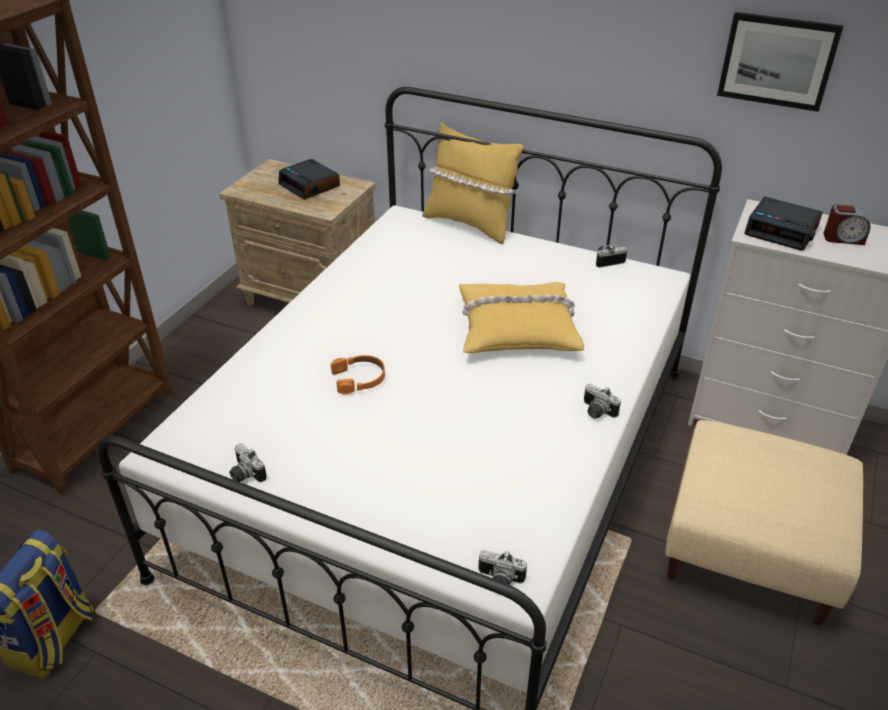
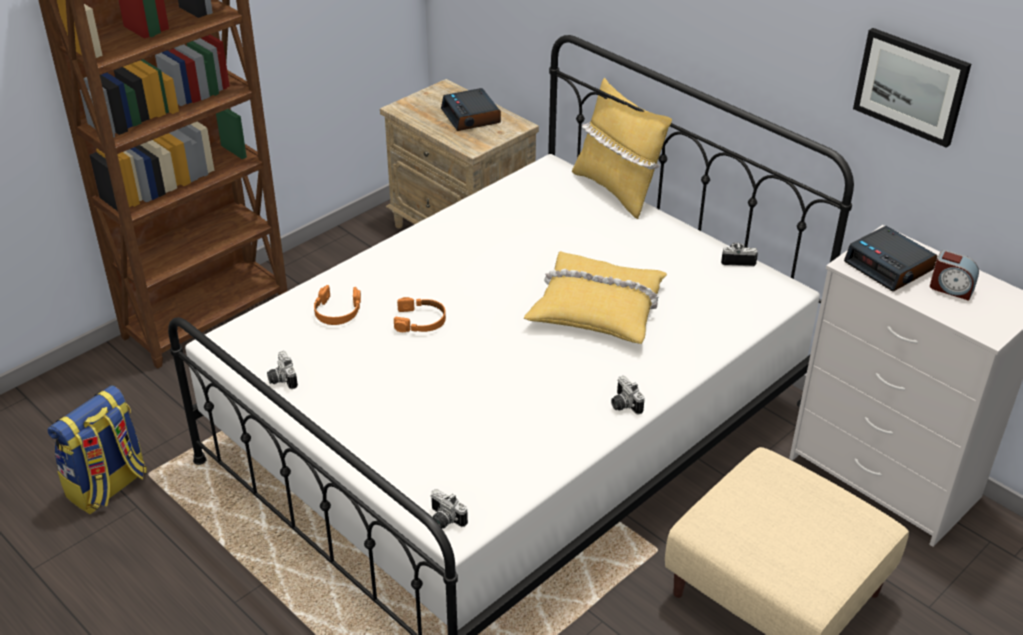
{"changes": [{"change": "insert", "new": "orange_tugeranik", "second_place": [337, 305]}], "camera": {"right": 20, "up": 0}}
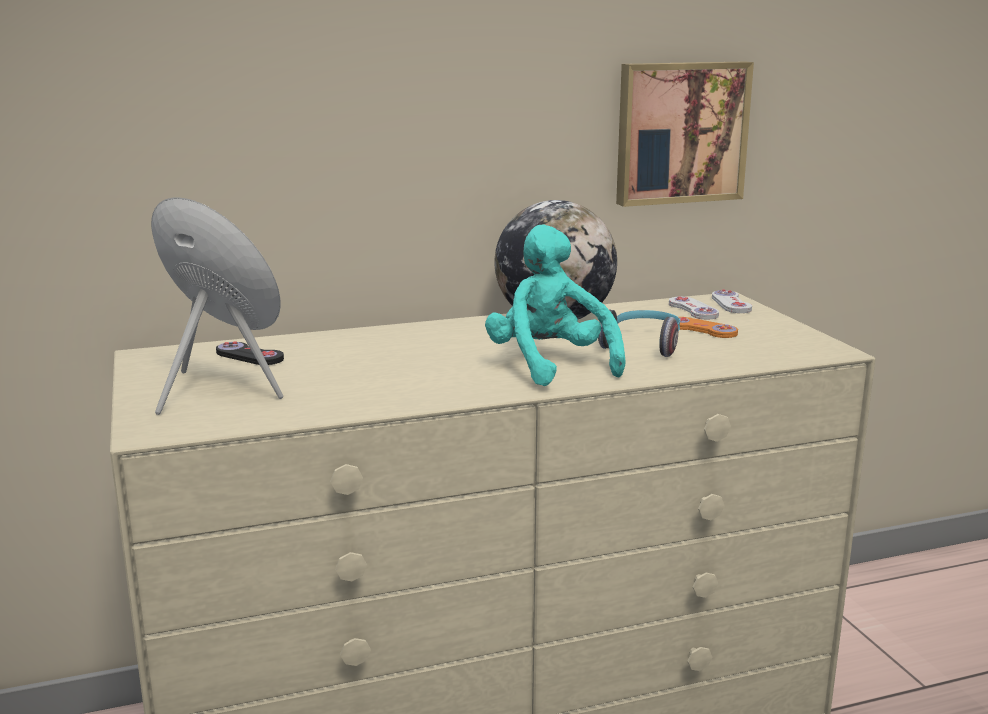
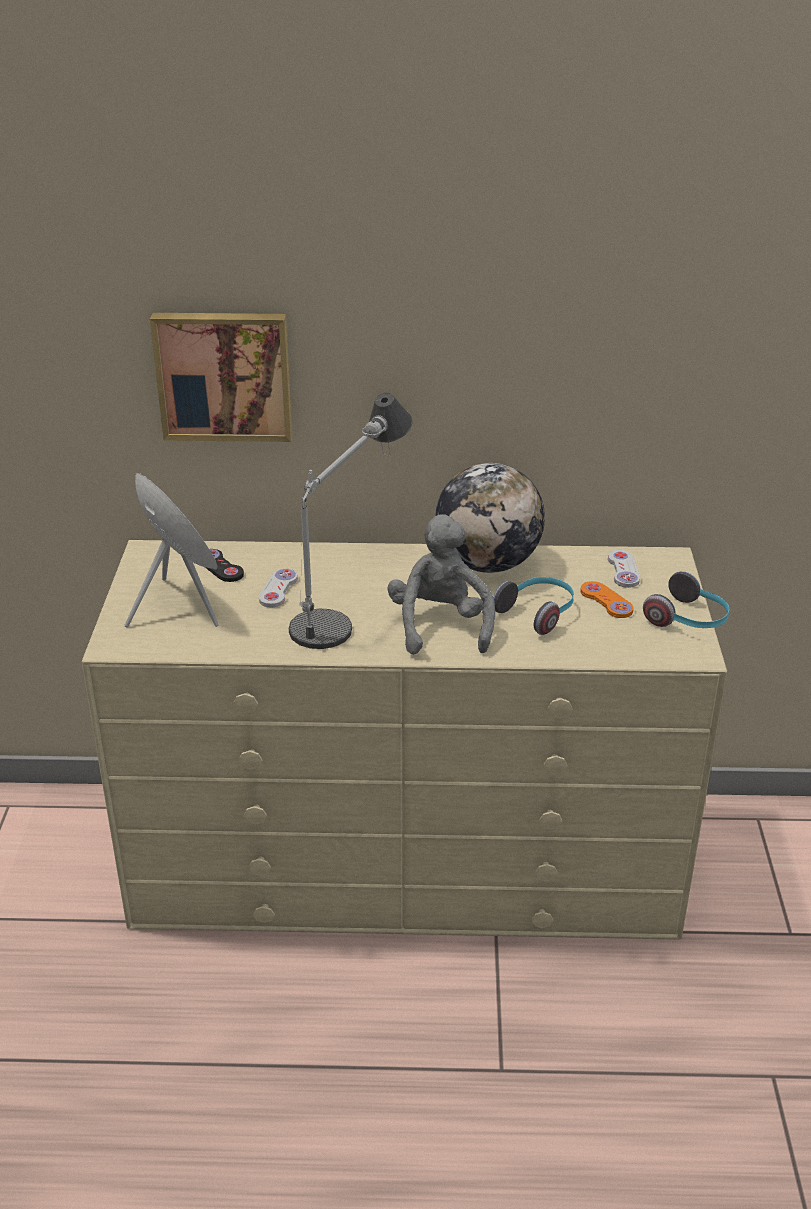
{"changes": [{"change": "move", "old": "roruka", "first_place": [685, 134], "second_place": [221, 377]}, {"change": "move", "old": "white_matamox", "first_place": [732, 301], "second_place": [278, 588]}, {"change": "insert", "new": "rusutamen", "second_place": [351, 521]}, {"change": "recolor", "old": "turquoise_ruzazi", "new": "grey_ruzazi", "first_place": [555, 305], "second_place": [441, 584]}, {"change": "insert", "new": "tugeranik", "second_place": [686, 599]}], "camera": {"right": 20, "up": 15}}
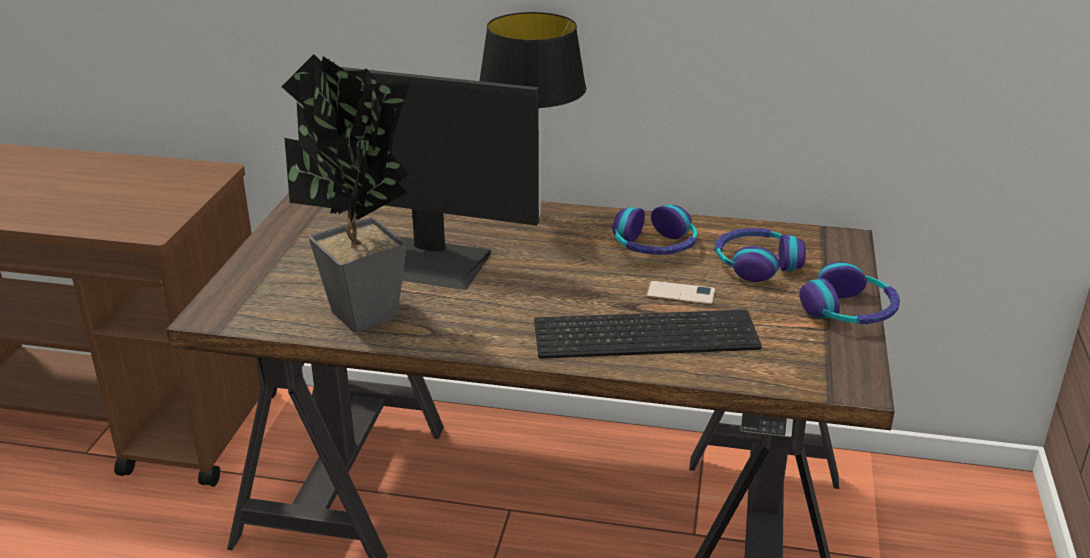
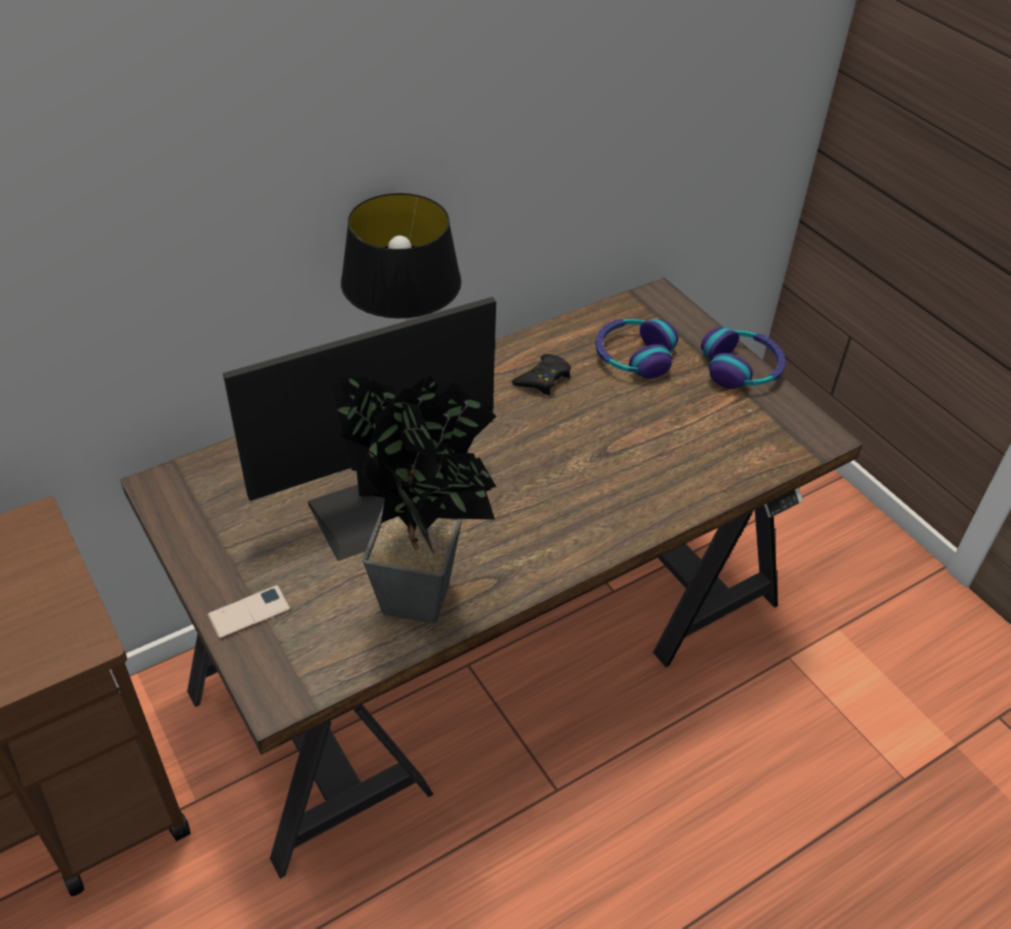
{"changes": [{"change": "move", "old": "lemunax", "first_place": [681, 293], "second_place": [249, 612]}, {"change": "replace", "old": "tugeranik", "new": "black_matamox", "first_place": [654, 230], "second_place": [541, 374]}, {"change": "delete", "old": "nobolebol", "first_place": [648, 334]}], "camera": {"right": -45, "up": 15}}
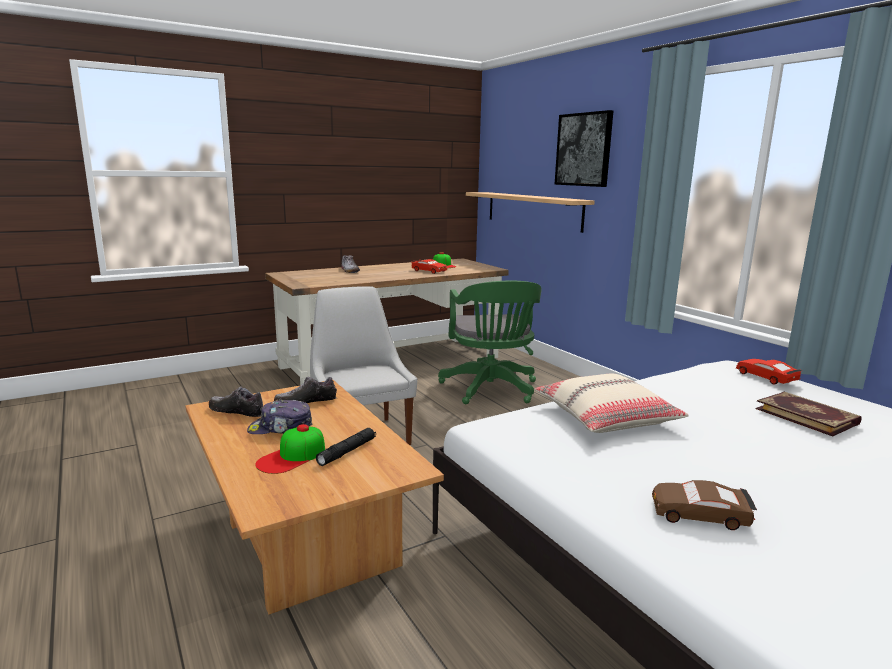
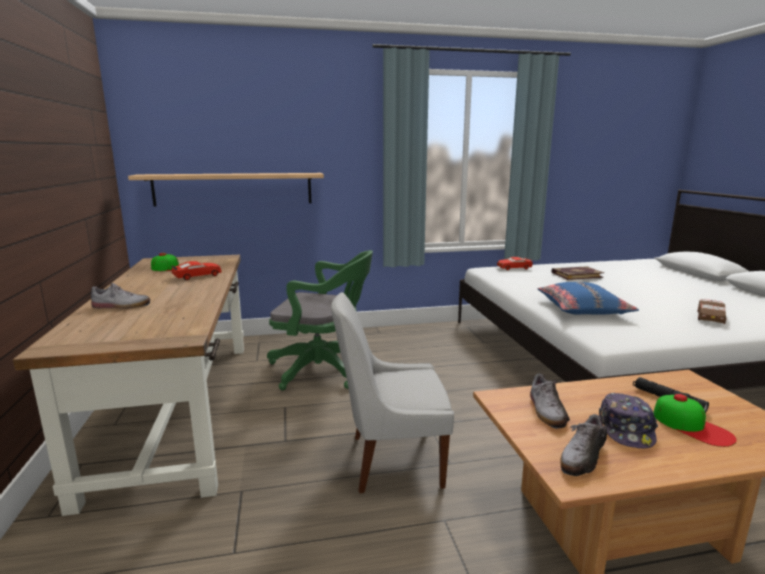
{"changes": [{"change": "recolor", "old": "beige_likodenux", "new": "blue_likodenux", "first_place": [612, 403], "second_place": [588, 298]}, {"change": "delete", "old": "roruka", "first_place": [584, 148]}], "camera": {"right": -70, "up": 0}}
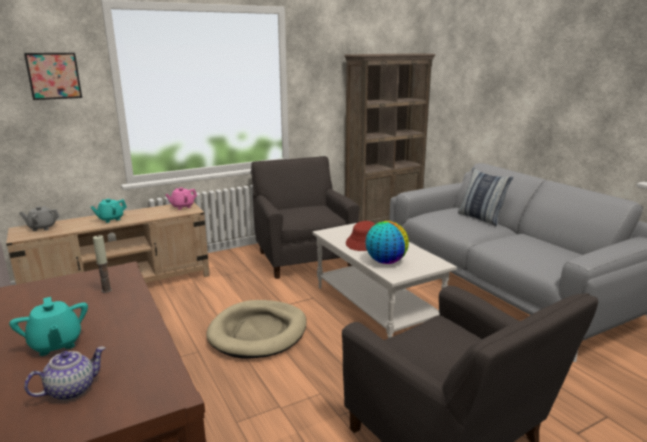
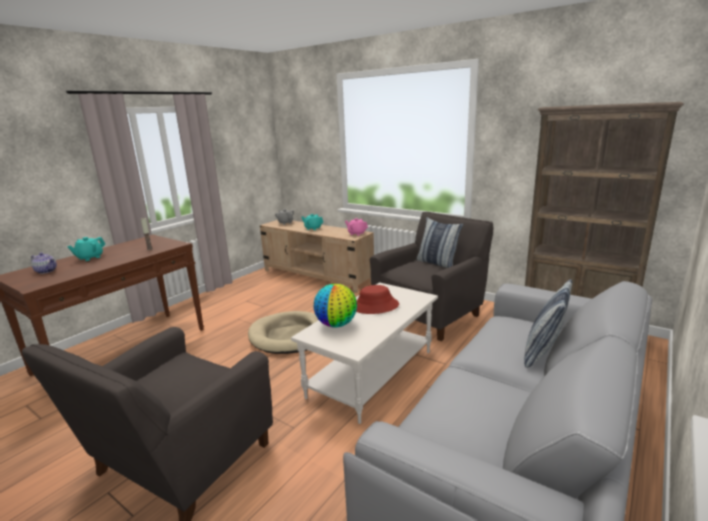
{"changes": [{"change": "insert", "new": "likodenux", "second_place": [439, 242]}, {"change": "delete", "old": "roruka", "first_place": [53, 76]}], "camera": {"right": 65, "up": 0}}
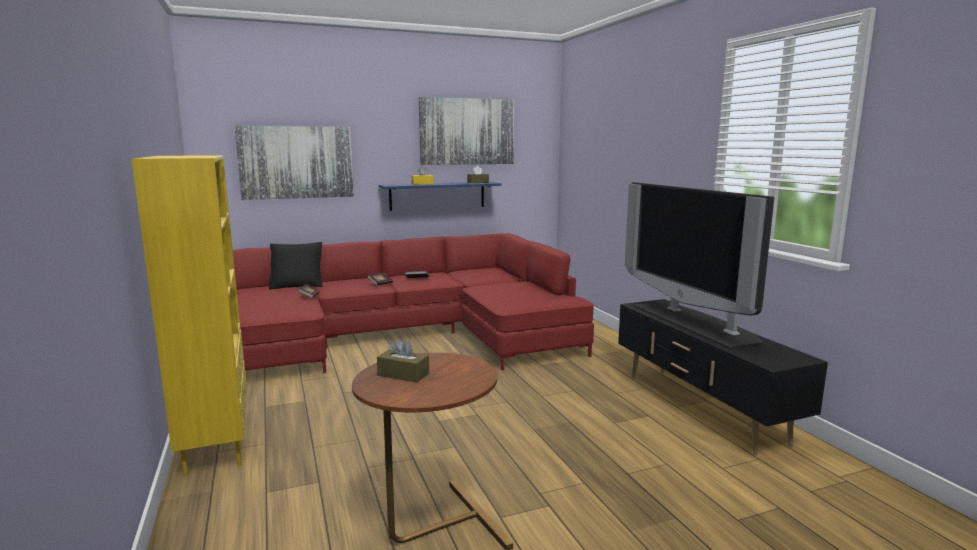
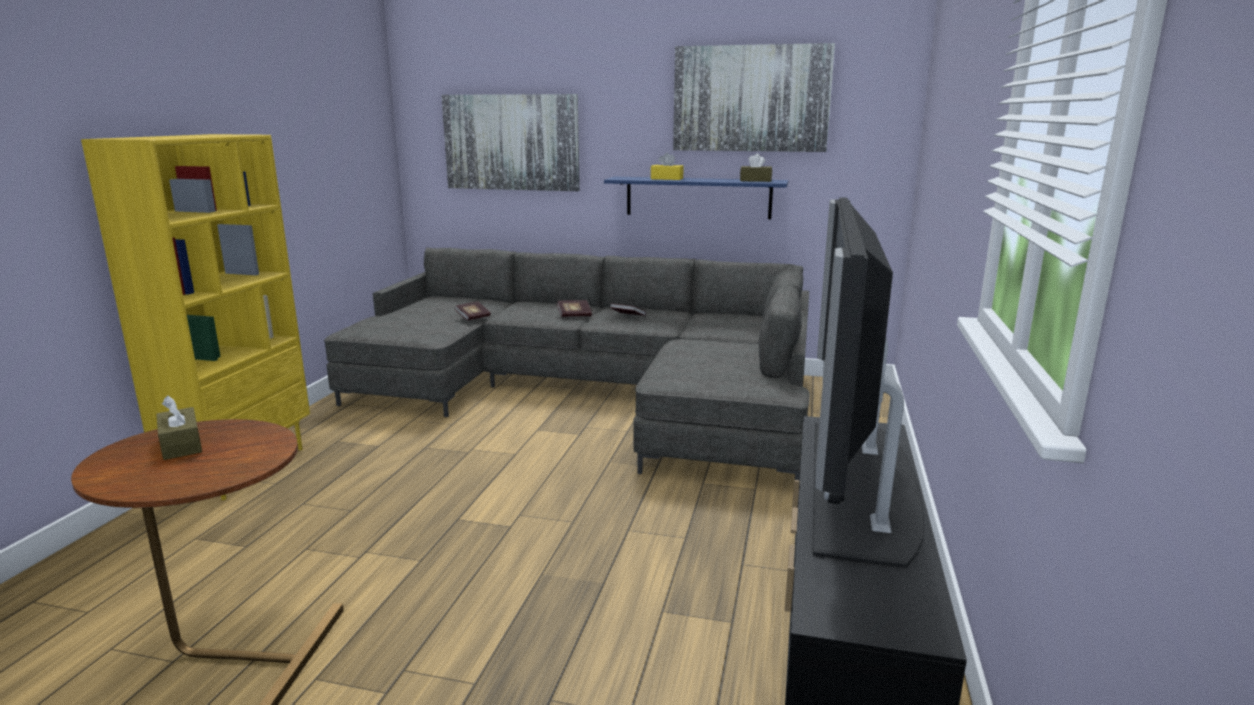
{"changes": [{"change": "recolor", "old": "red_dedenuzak", "new": "grey_dedenuzak", "first_place": [413, 303], "second_place": [567, 364]}, {"change": "delete", "old": "black_likodenux", "first_place": [296, 265]}], "camera": {"right": 35, "up": 5}}
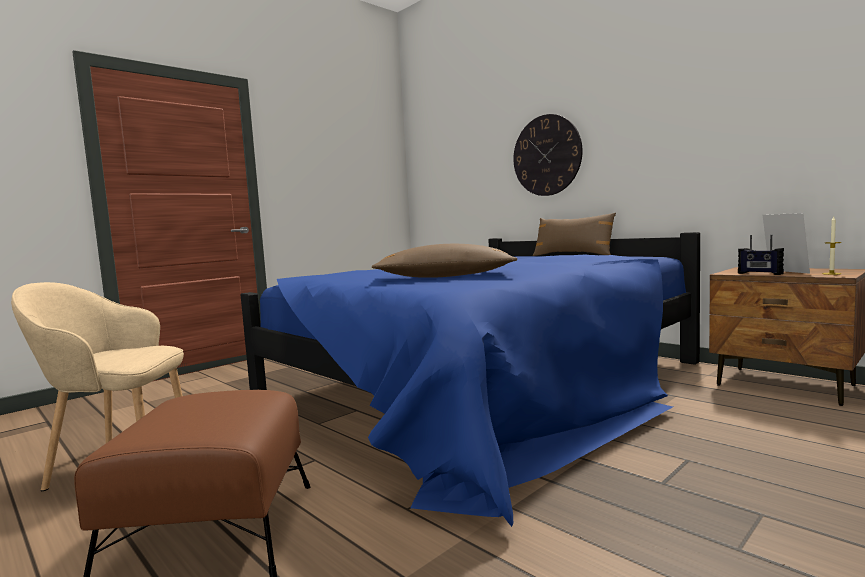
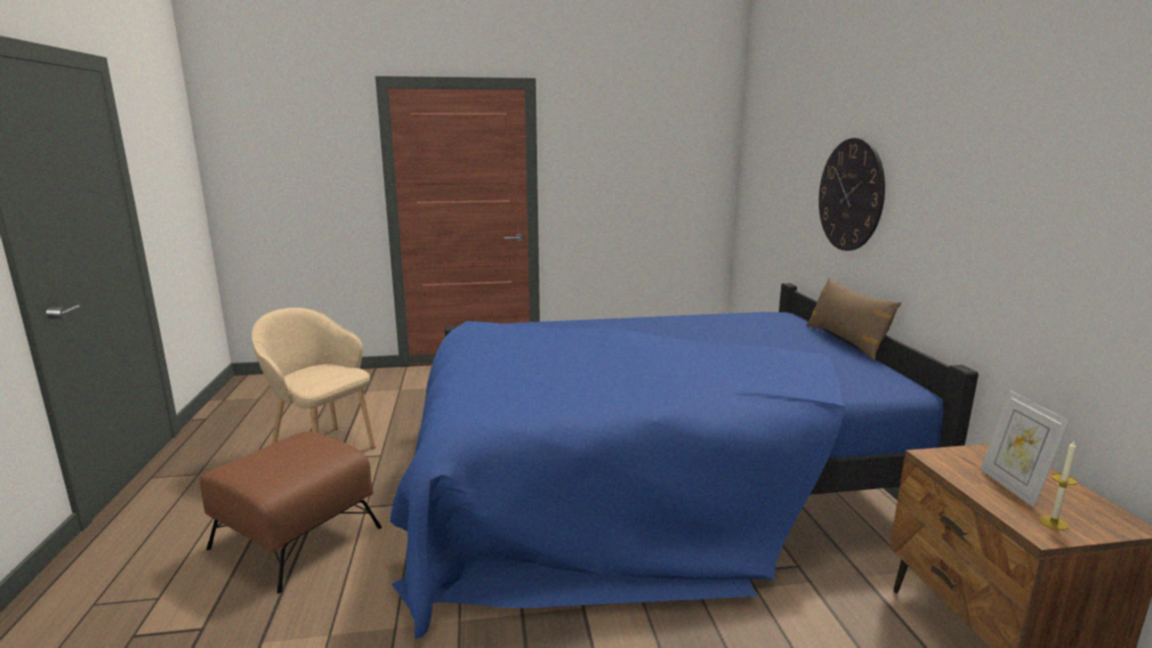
{"changes": [{"change": "rotate", "old": "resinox", "first_place": [786, 243], "second_place": [1025, 449], "degrees": 150}, {"change": "delete", "old": "brown_likodenux", "first_place": [445, 261]}, {"change": "delete", "old": "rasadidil", "first_place": [761, 255]}], "camera": {"right": 35, "up": 10}}
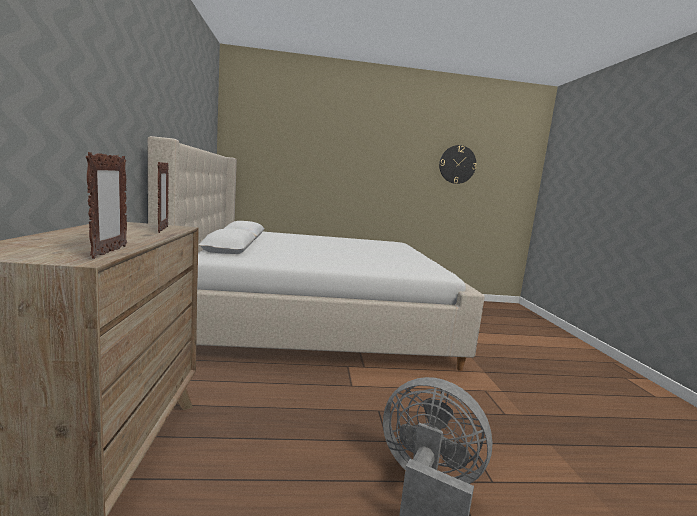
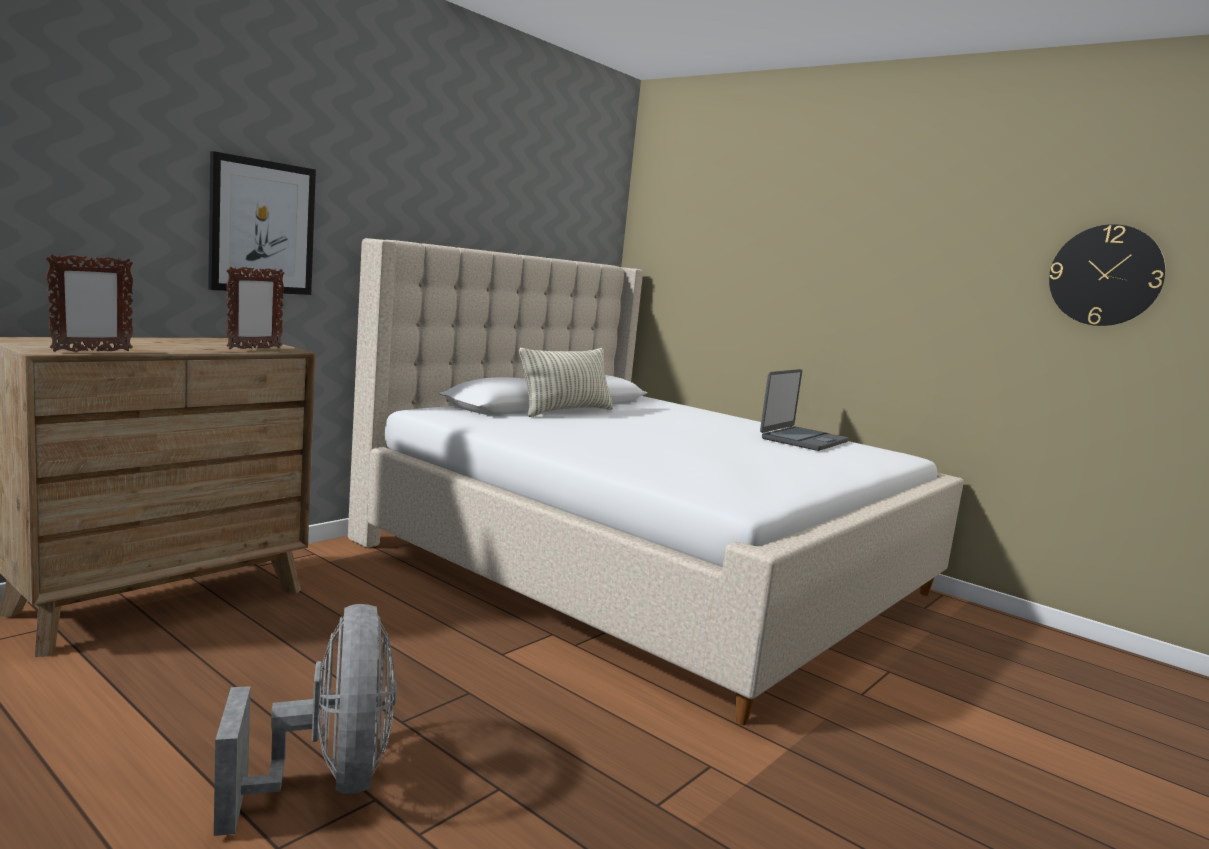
{"changes": [{"change": "insert", "new": "roruka", "second_place": [262, 223]}, {"change": "insert", "new": "likodenux", "second_place": [566, 382]}, {"change": "insert", "new": "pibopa", "second_place": [804, 410]}], "camera": {"right": 45, "up": 0}}
